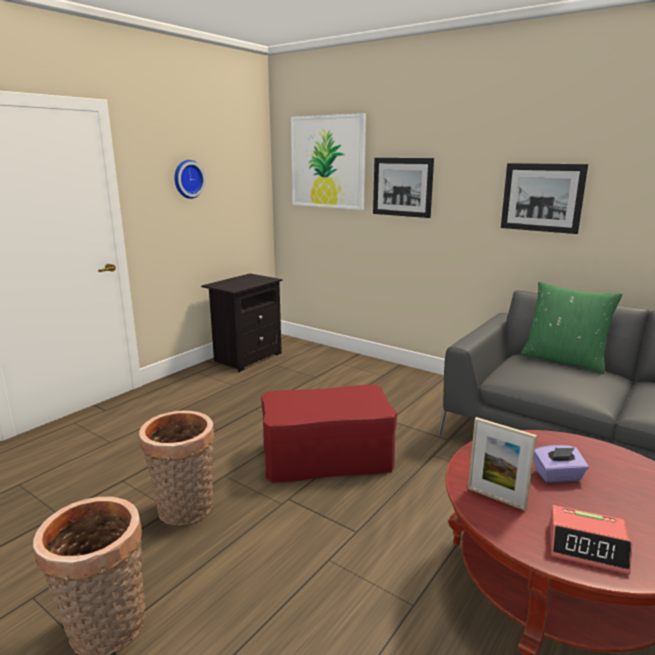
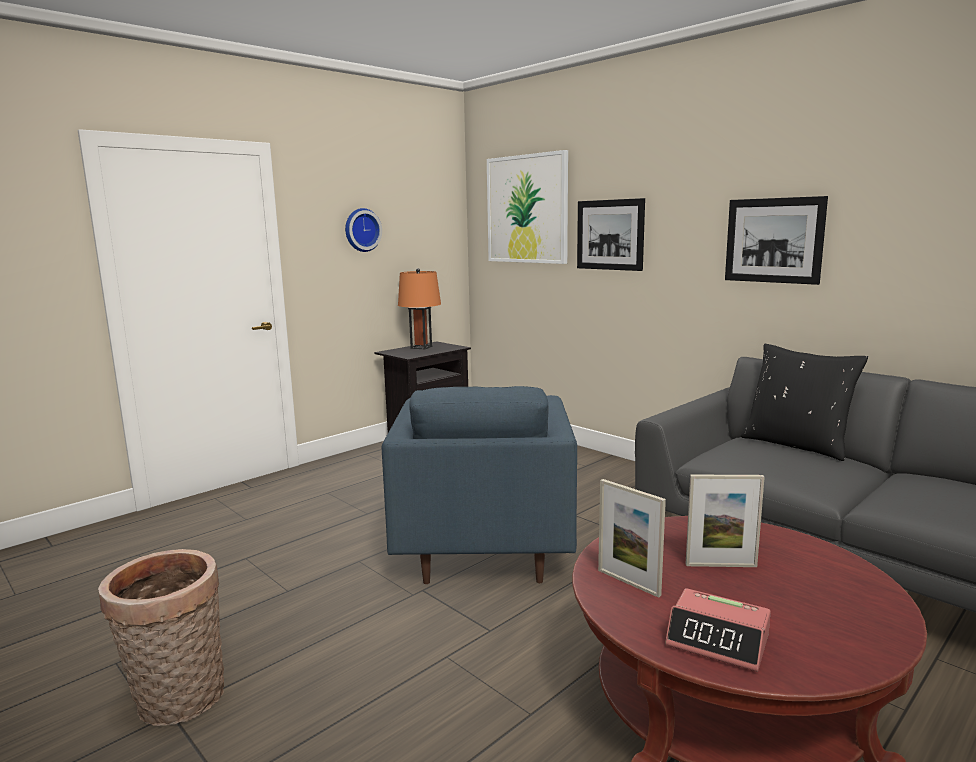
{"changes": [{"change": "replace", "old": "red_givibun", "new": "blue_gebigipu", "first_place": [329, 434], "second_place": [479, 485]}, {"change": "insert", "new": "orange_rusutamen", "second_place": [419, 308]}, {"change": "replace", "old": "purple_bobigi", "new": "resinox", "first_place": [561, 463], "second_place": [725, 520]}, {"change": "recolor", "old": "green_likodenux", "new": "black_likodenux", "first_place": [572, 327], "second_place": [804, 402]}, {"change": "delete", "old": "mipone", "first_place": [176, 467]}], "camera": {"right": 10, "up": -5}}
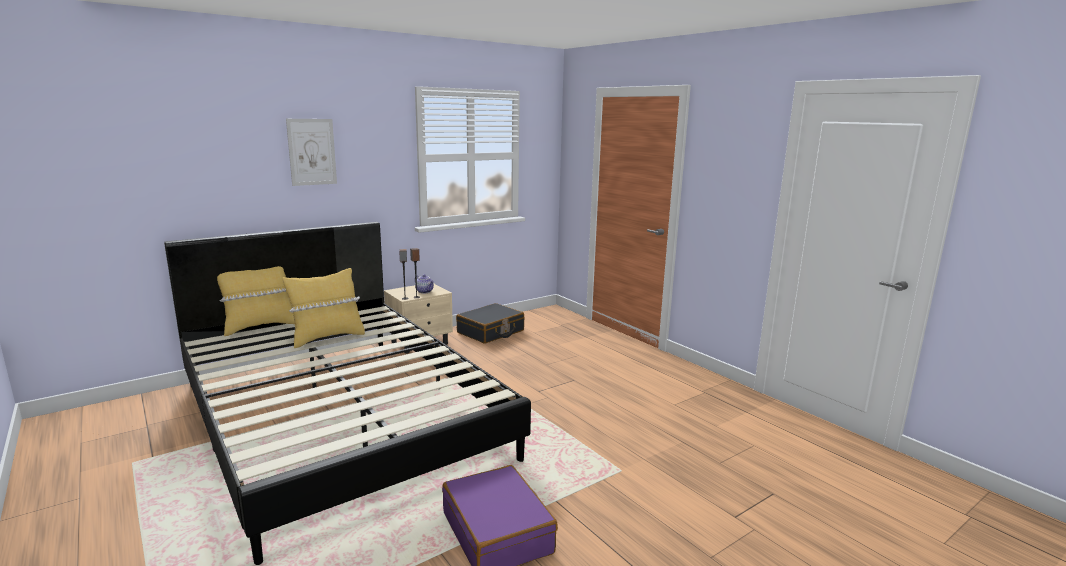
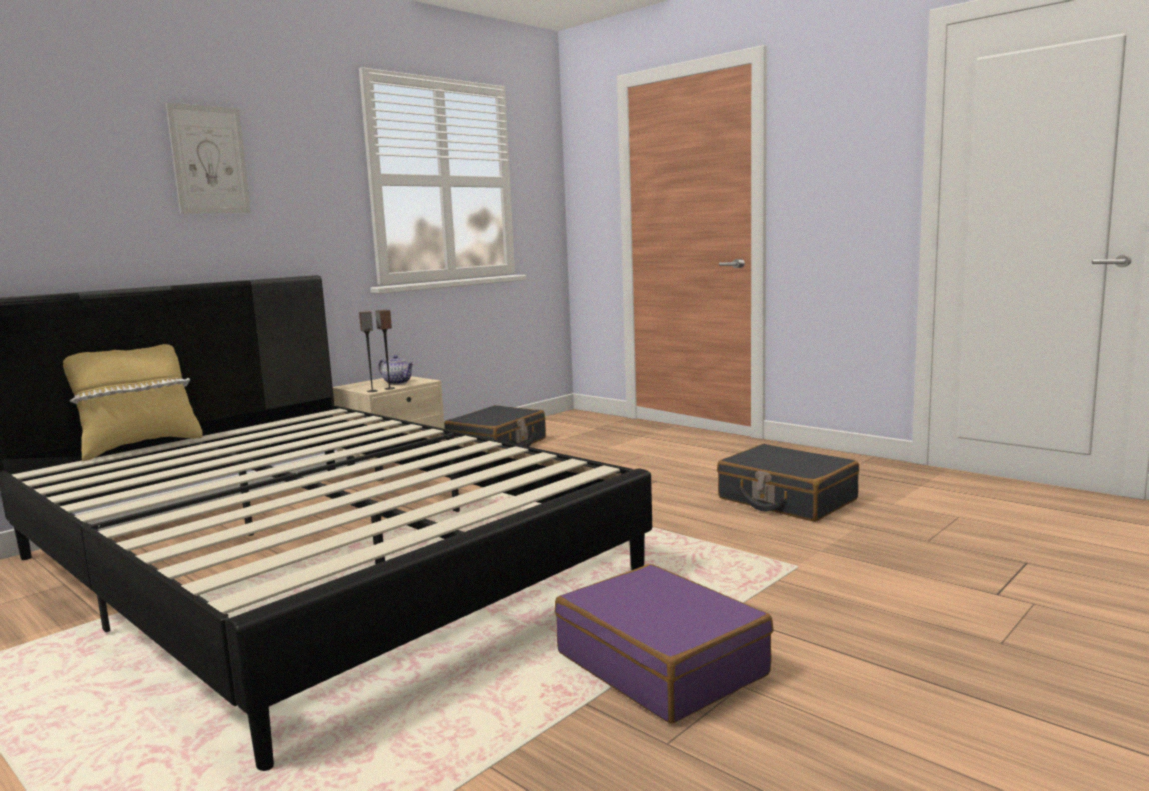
{"changes": [{"change": "insert", "new": "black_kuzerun", "second_place": [788, 483]}, {"change": "delete", "old": "yellow_likodenux", "first_place": [323, 308]}], "camera": {"right": -10, "up": -5}}
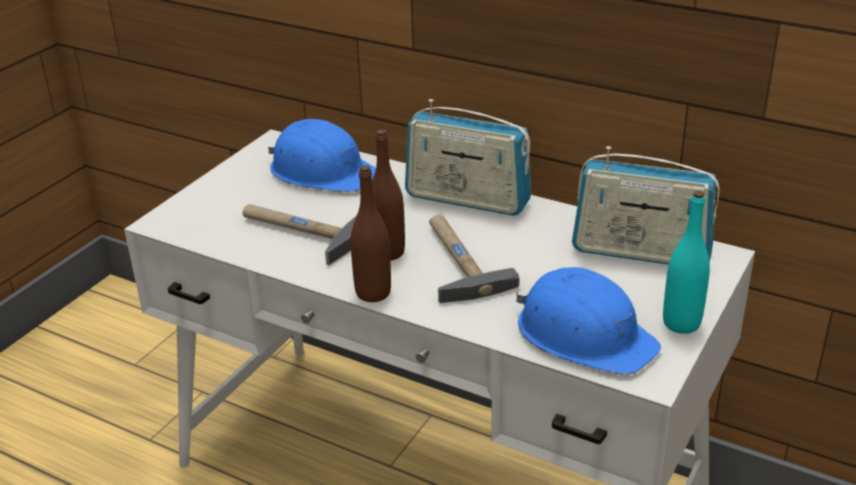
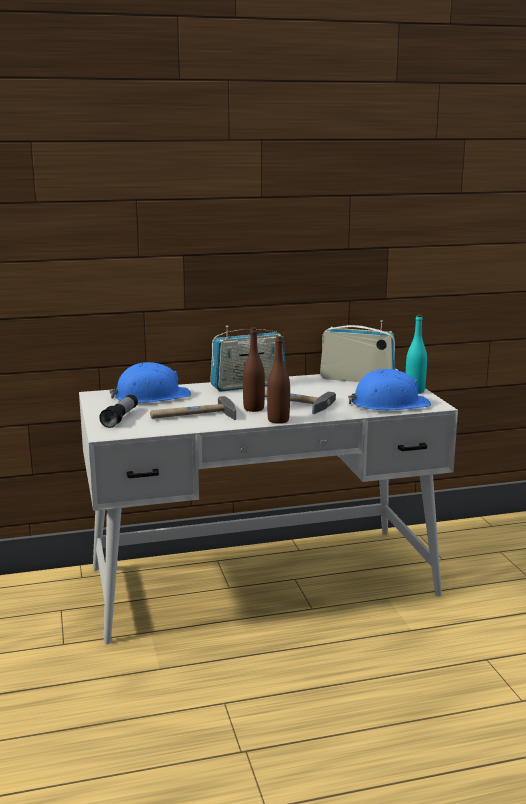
{"changes": [{"change": "insert", "new": "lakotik", "second_place": [118, 411]}, {"change": "rotate", "old": "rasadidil", "first_place": [646, 205], "second_place": [357, 351], "degrees": -135}], "camera": {"right": -45, "up": -15}}
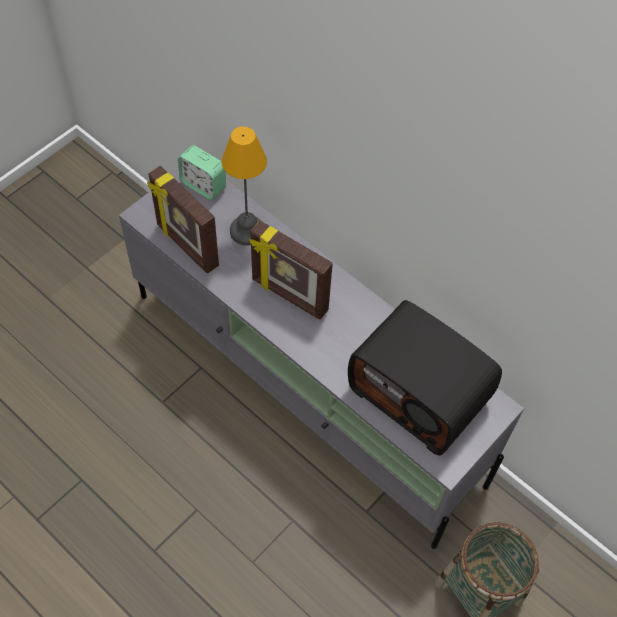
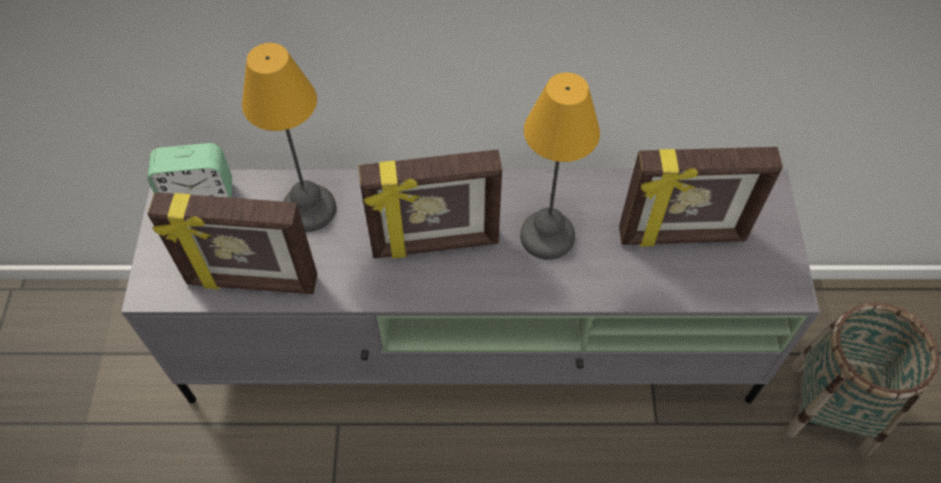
{"changes": [{"change": "insert", "new": "rusutamen", "second_place": [560, 166]}, {"change": "replace", "old": "rasadidil", "new": "resinox", "first_place": [425, 377], "second_place": [701, 197]}], "camera": {"right": -40, "up": 0}}
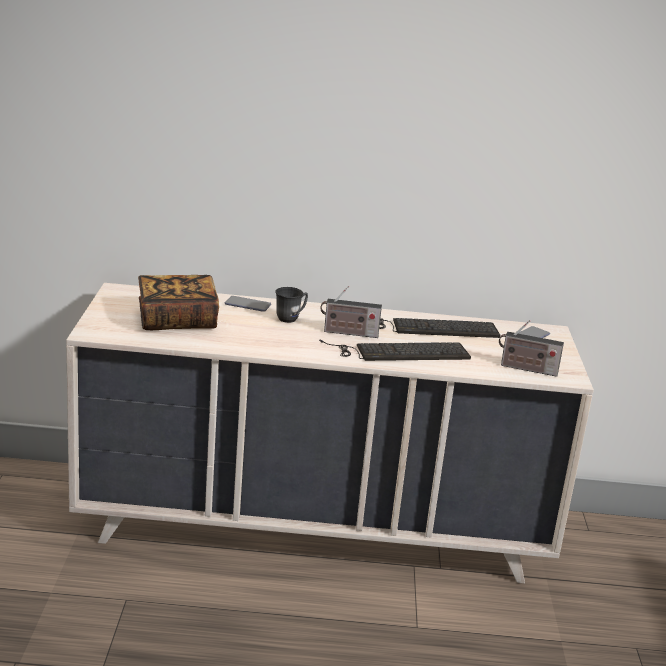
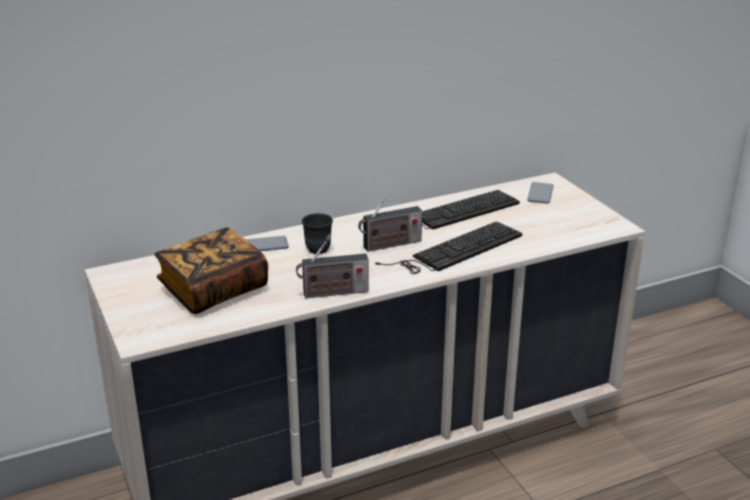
{"changes": [{"change": "move", "old": "rasadidil", "first_place": [531, 348], "second_place": [332, 269]}], "camera": {"right": -25, "up": 5}}
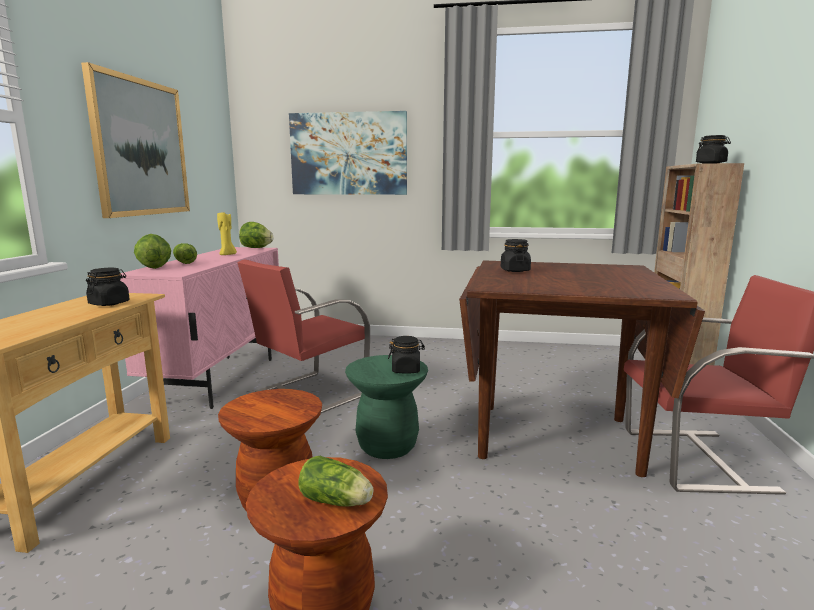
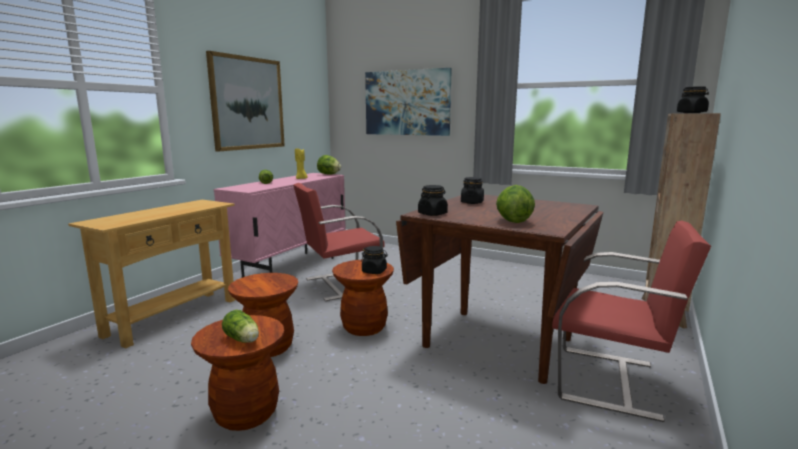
{"changes": [{"change": "recolor", "old": "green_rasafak", "new": "brown_rasafak", "first_place": [386, 407], "second_place": [363, 298]}, {"change": "move", "old": "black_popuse", "first_place": [108, 287], "second_place": [433, 200]}, {"change": "move", "old": "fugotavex", "first_place": [152, 251], "second_place": [515, 204]}], "camera": {"right": 20, "up": 0}}
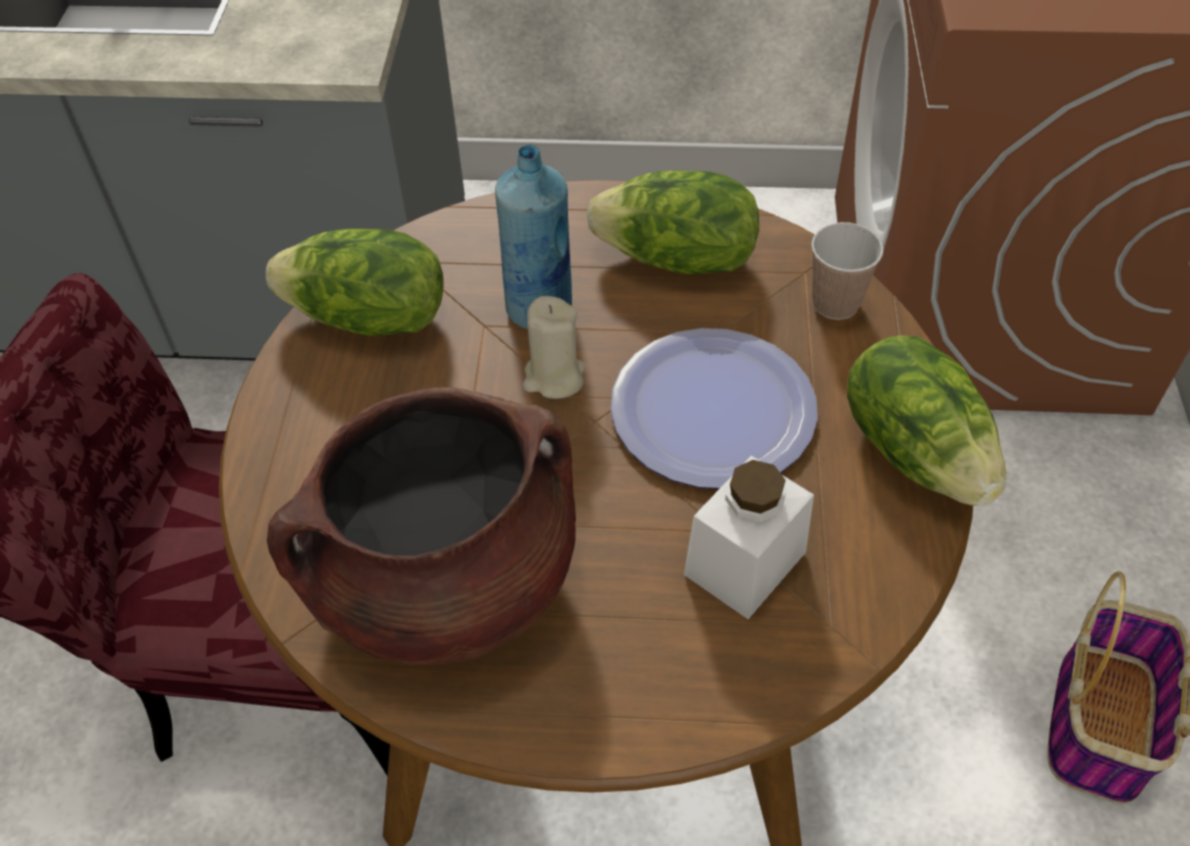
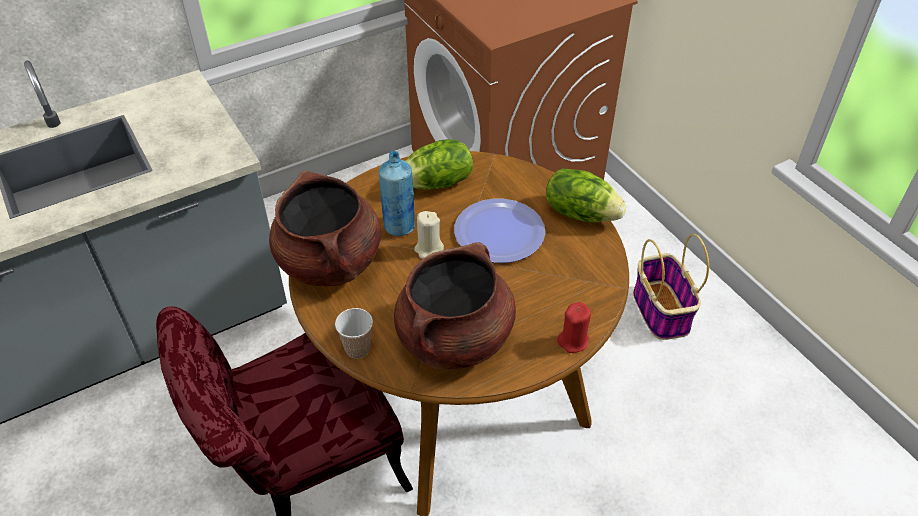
{"changes": [{"change": "replace", "old": "fugotavex", "new": "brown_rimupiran", "first_place": [355, 282], "second_place": [325, 228]}, {"change": "move", "old": "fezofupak", "first_place": [847, 271], "second_place": [354, 333]}, {"change": "insert", "new": "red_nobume", "second_place": [574, 327]}, {"change": "delete", "old": "white_popuse", "first_place": [749, 537]}], "camera": {"right": -35, "up": -5}}
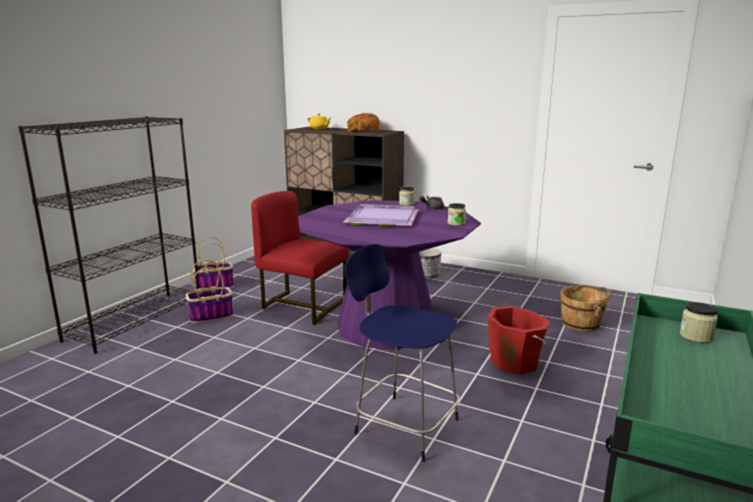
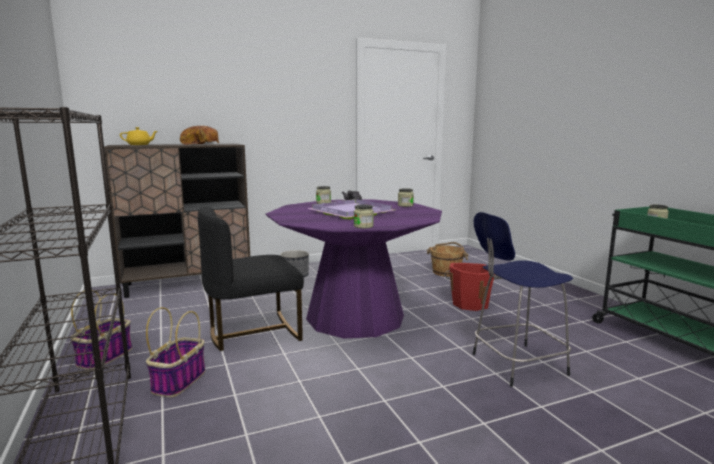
{"changes": [{"change": "recolor", "old": "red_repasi", "new": "black_repasi", "first_place": [300, 258], "second_place": [251, 279]}, {"change": "insert", "new": "popuse", "second_place": [364, 216]}], "camera": {"right": -50, "up": -5}}
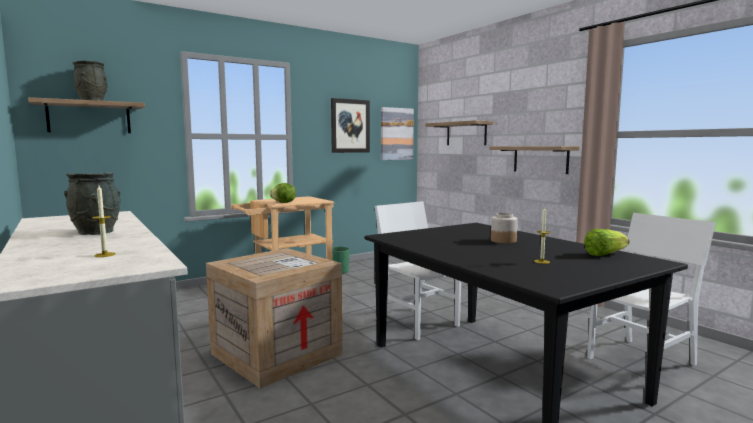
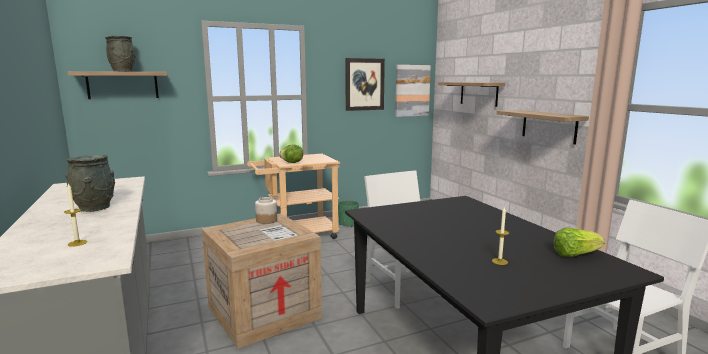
{"changes": [{"change": "move", "old": "popuse", "first_place": [504, 228], "second_place": [266, 210]}], "camera": {"right": 10, "up": 5}}
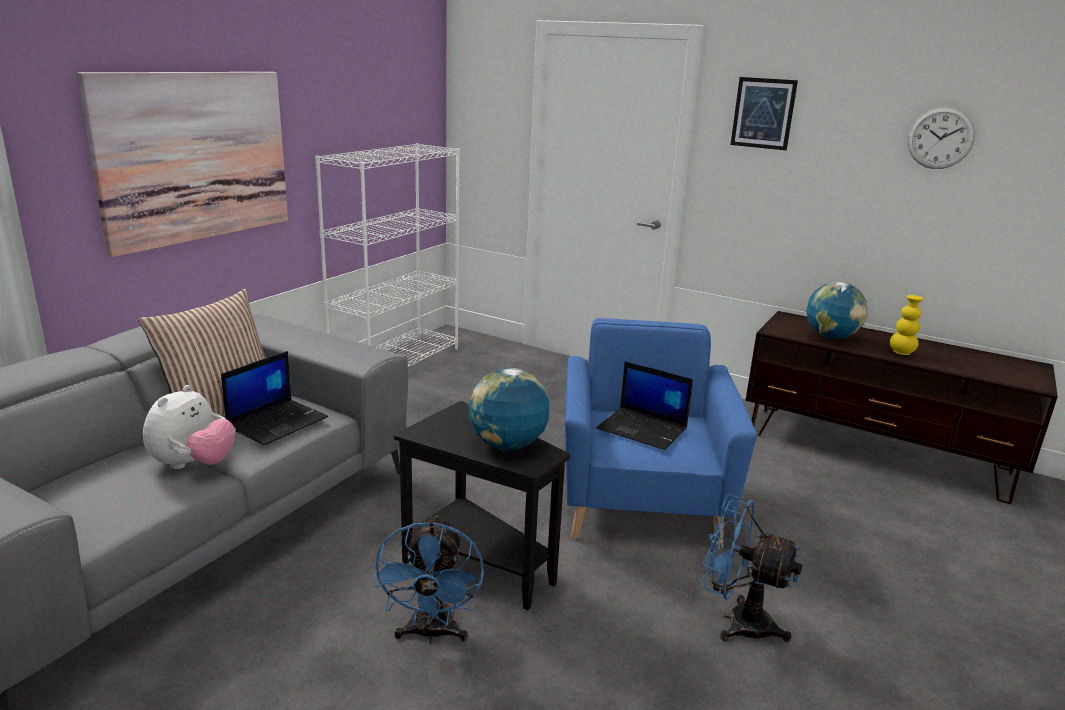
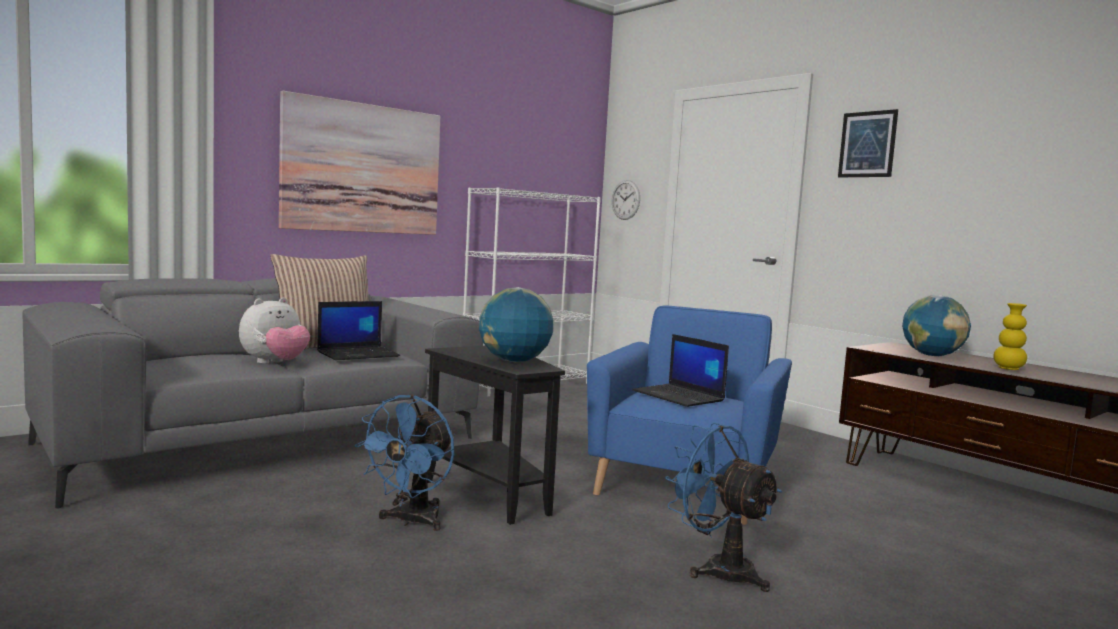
{"changes": [{"change": "move", "old": "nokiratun", "first_place": [941, 138], "second_place": [626, 200]}], "camera": {"right": 20, "up": -15}}
